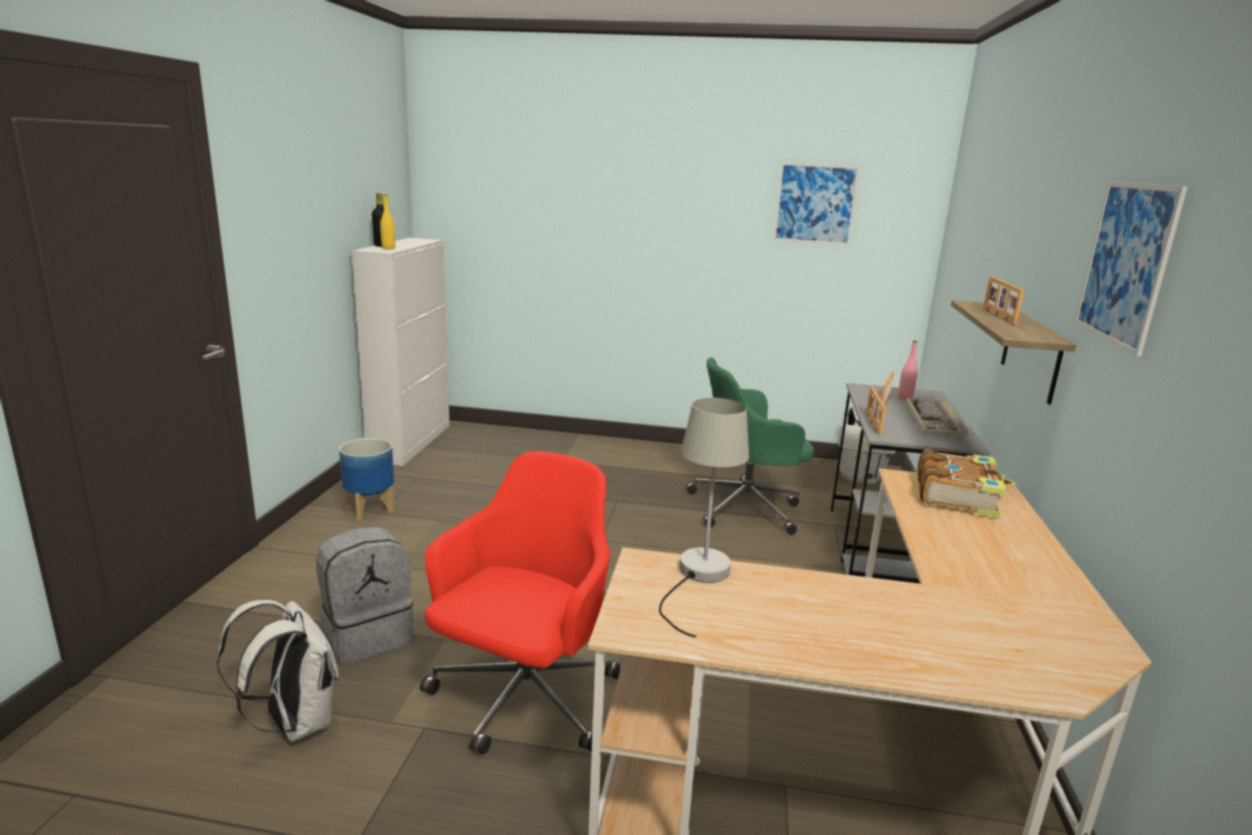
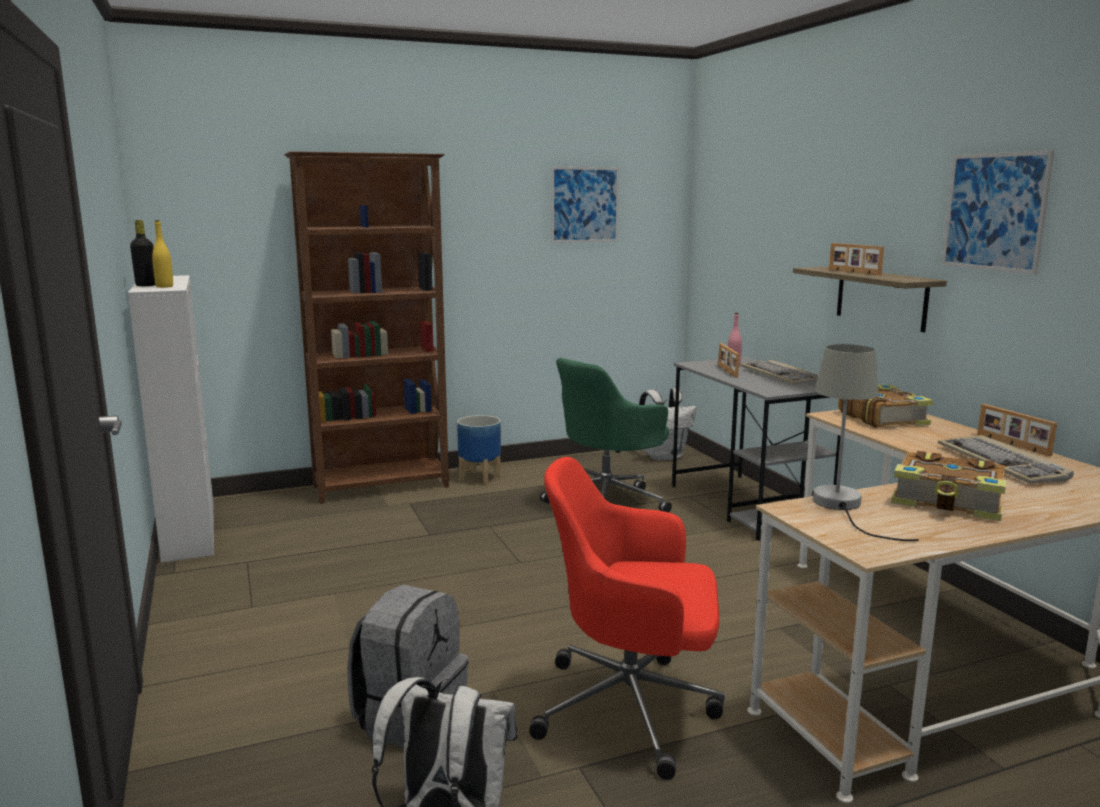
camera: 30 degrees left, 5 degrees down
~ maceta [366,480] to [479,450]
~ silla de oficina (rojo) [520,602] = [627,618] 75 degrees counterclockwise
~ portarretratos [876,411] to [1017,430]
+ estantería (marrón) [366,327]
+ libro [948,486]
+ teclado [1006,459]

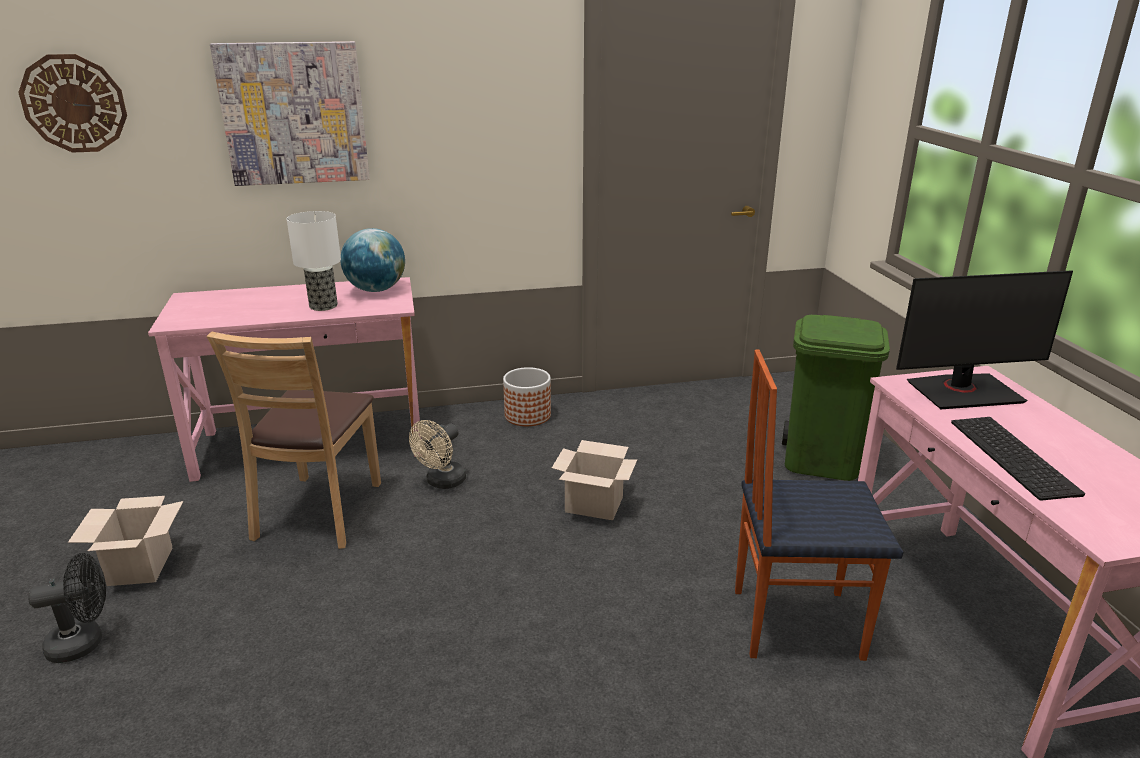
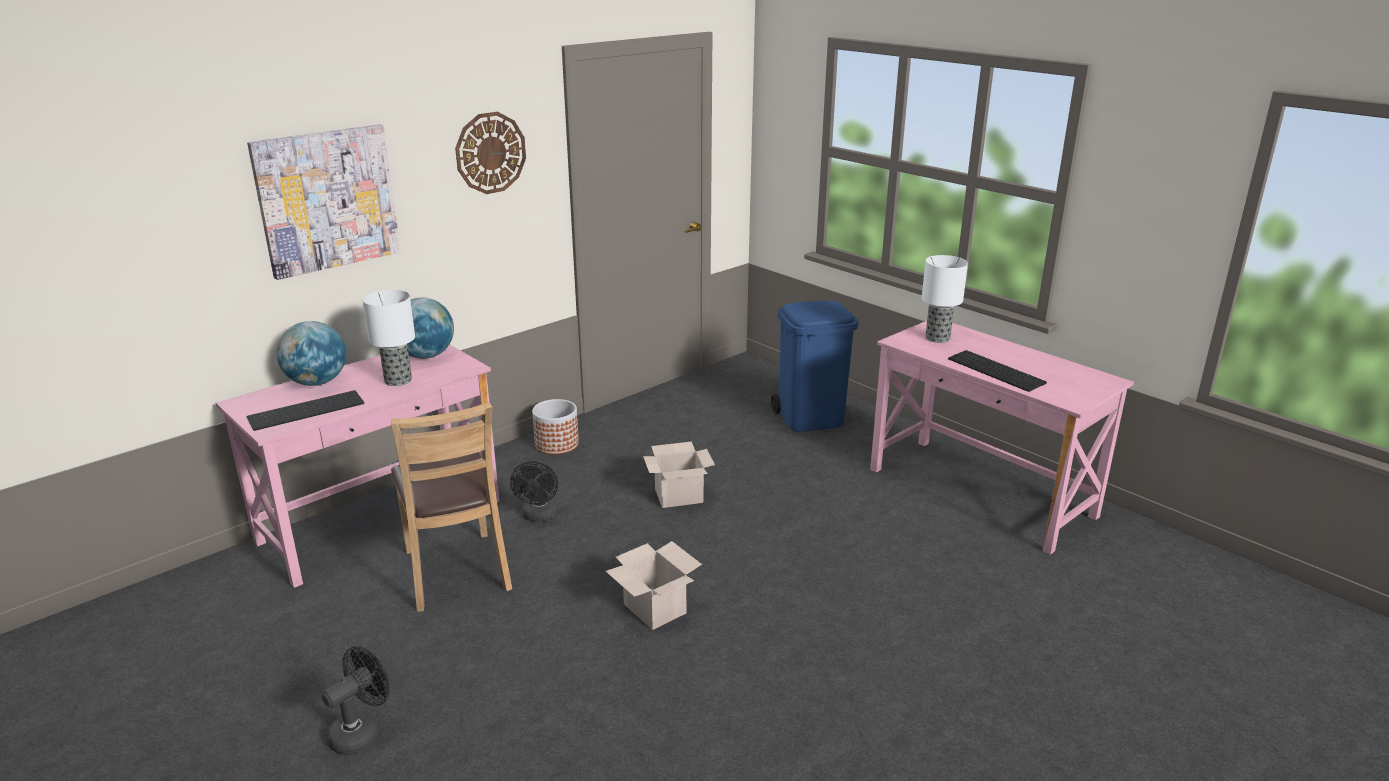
camera: 30 degrees left, 0 degrees up
~ reloj de pared [72,103] to [490,153]
~ caja de cartón [125,541] to [653,585]
~ ventilador (beis) [437,454] to ventilador (negro) [534,491]
- silla [819,505]
~ papelera (verde) [836,398] to papelera (azul) [814,366]
~ monitor [984,339] to lámpara de mesa [945,299]
+ teclado [305,410]
+ globo terráqueo [311,353]

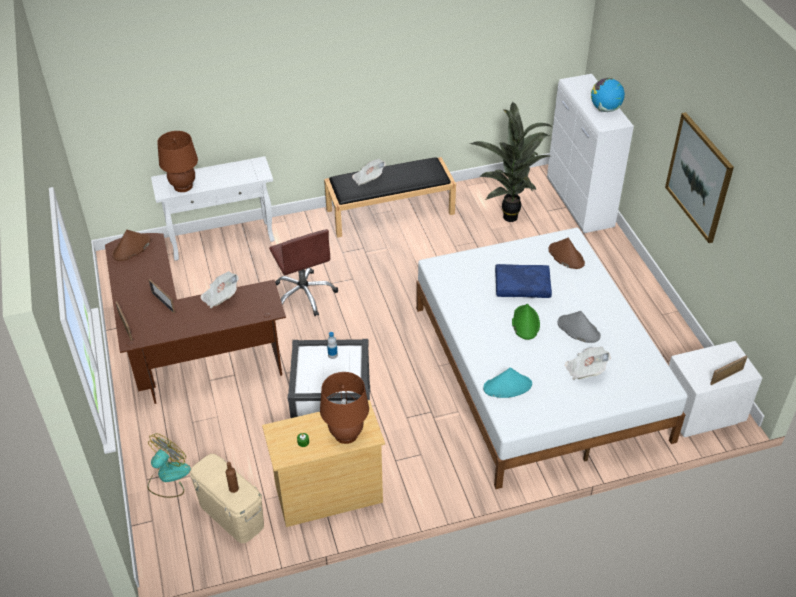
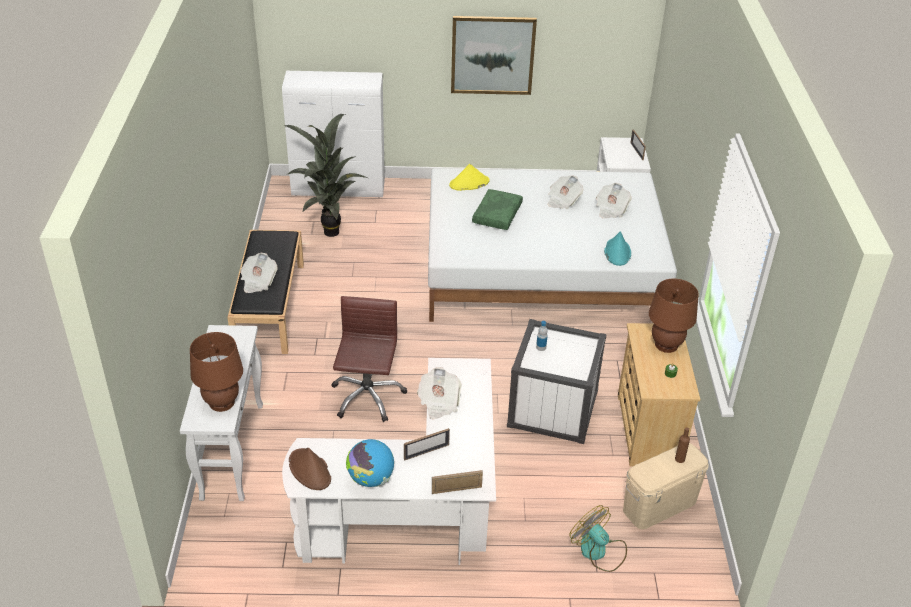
camera: 75 degrees left, 5 degrees down
~ escritorio (marrón) [195,318] to escritorio (blanco) [389,461]
~ silla de oficina (marrón) [303,272] = [369,359] 75 degrees counterclockwise
~ cojín (azul) [523,281] to cojín (verde) [497,209]
- sombrero (verde) [526,322]
~ sombrero (marrón) [566,253] to sombrero (amarillo) [469,177]
~ sombrero (gris) [579,327] to periódico [565,192]
~ globo terráqueo [608,95] to [370,463]

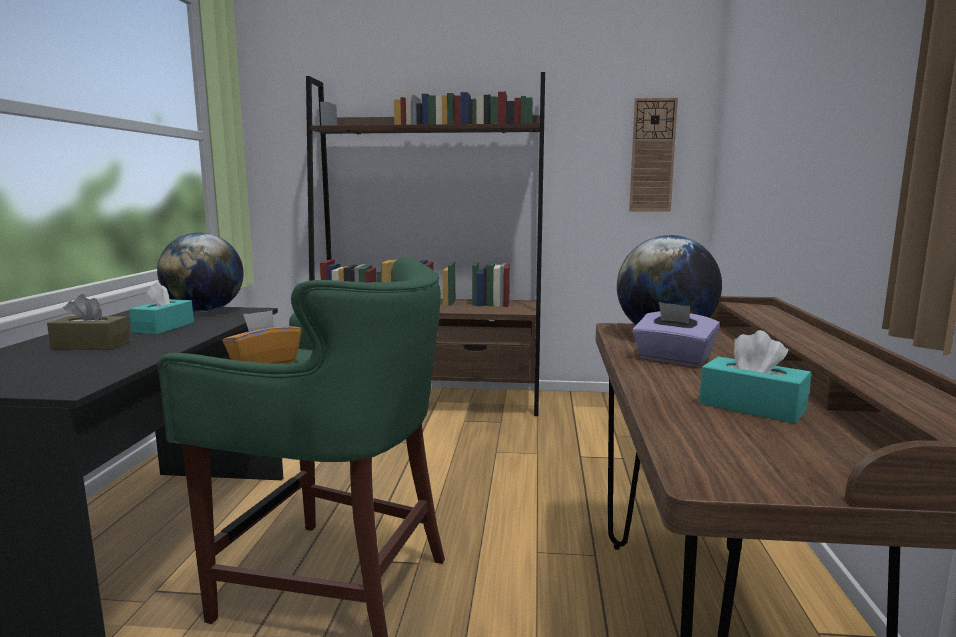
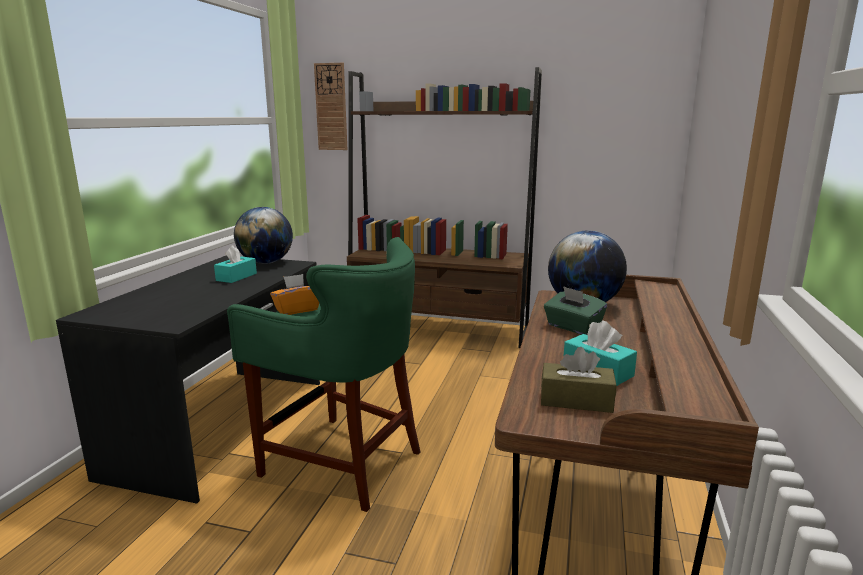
camera: 10 degrees right, 5 degrees up
~ caja de pañuelos (marrón) [88,322] to [578,380]
~ reloj de pared [653,155] to [330,106]
~ caja de pañuelos (morado) [676,334] to caja de pañuelos (verde) [575,310]

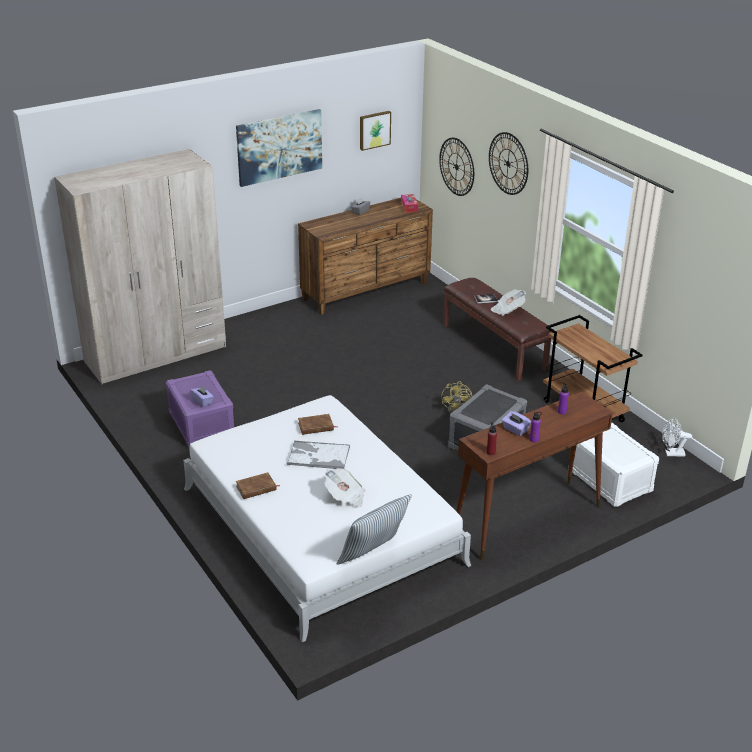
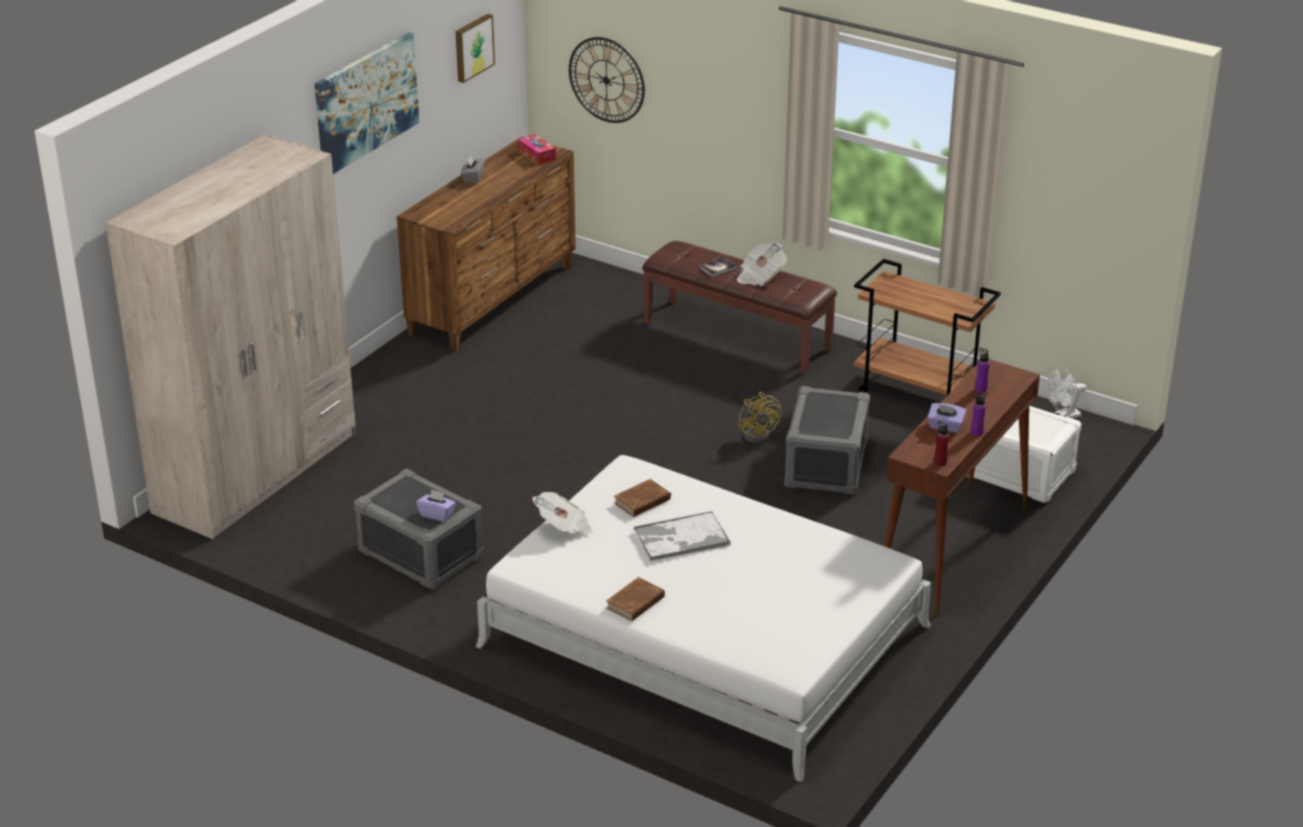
camera: 25 degrees left, 0 degrees up
~ caja de almacenaje (morado) [200,409] to caja de almacenaje (gris) [419,529]
~ periódico [345,487] to [563,513]
- cojín [374,529]
- reloj de pared [508,163]

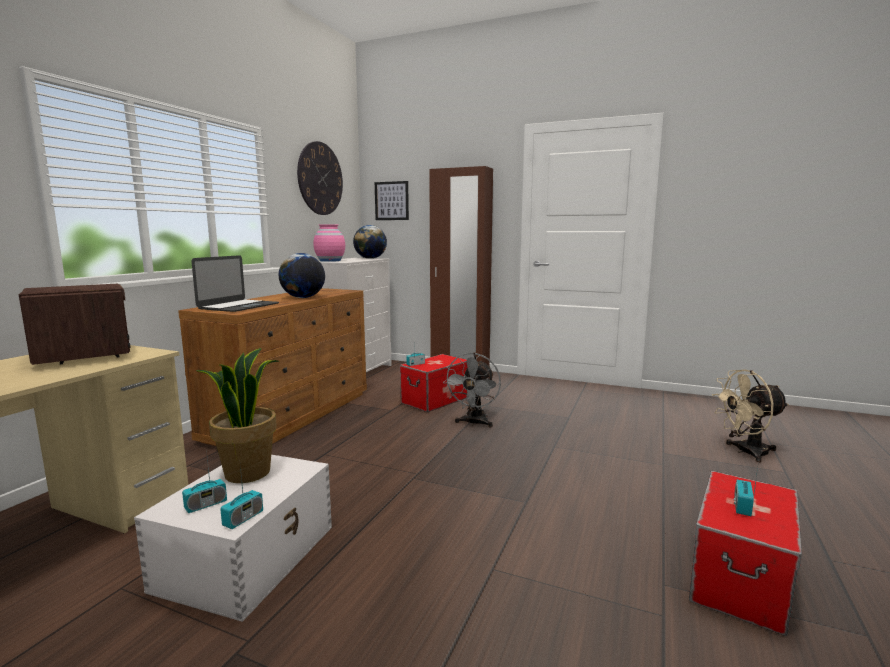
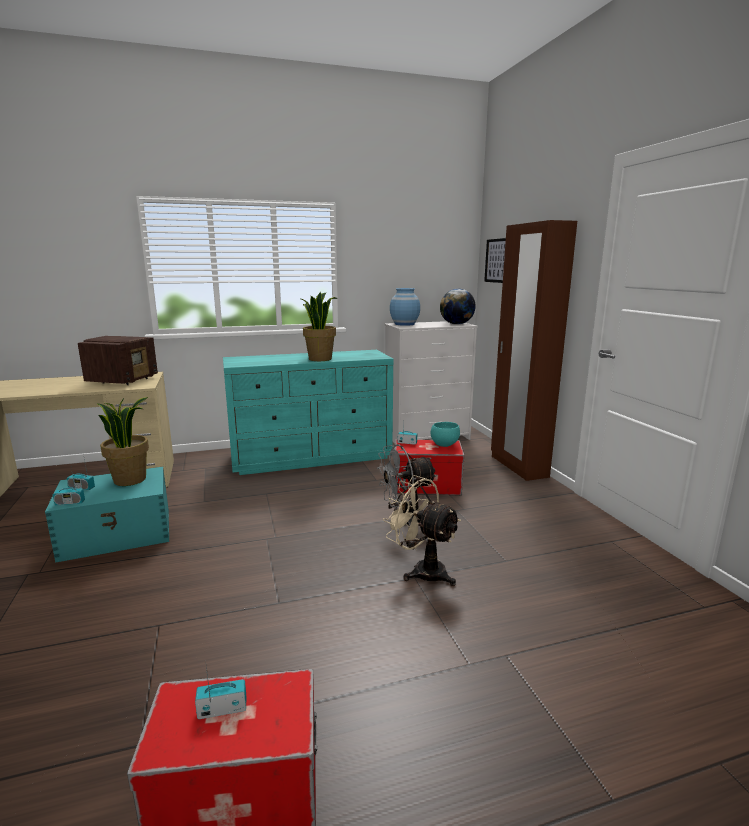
camera: 50 degrees right, 5 degrees up
~ caja de almacenaje (blanco) [233,538] to caja de almacenaje (turquesa) [107,515]
~ cómoda (marrón) [272,367] to cómoda (turquesa) [308,412]
- portátil [235,283]
~ globo terráqueo [302,275] to planta en maceta [319,326]
- reloj de pared [320,178]
~ florero (rosa) [329,243] to florero (azul) [405,307]
~ ventilador (beis) [750,415] to [422,530]
+ cuenco (turquesa) [445,434]

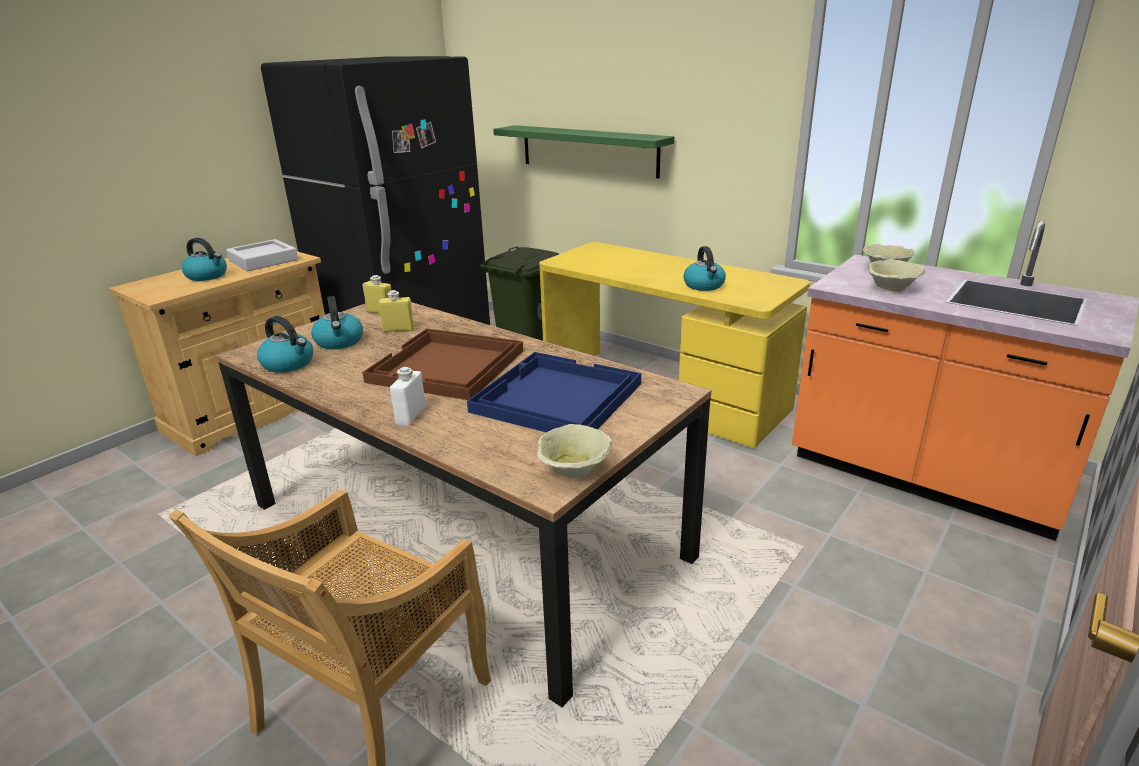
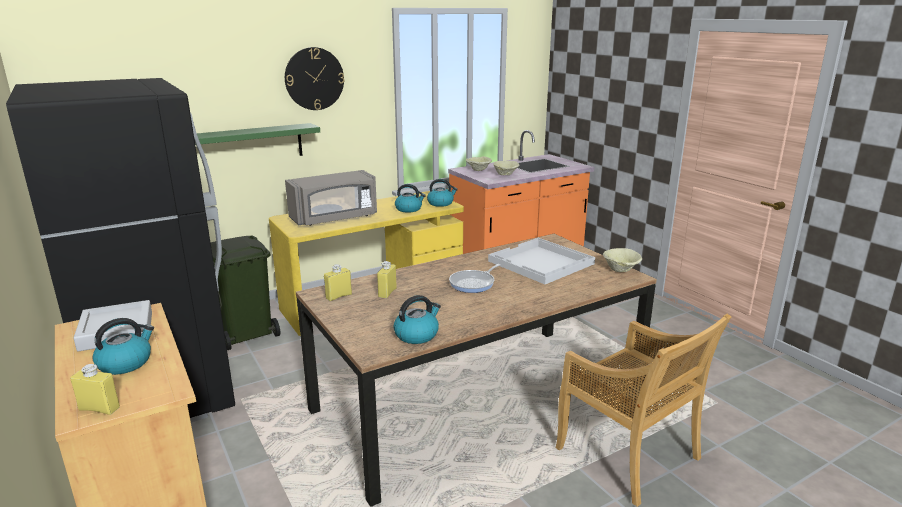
camera: 70 degrees left, 5 degrees down
~ hervidor [337,322] to [442,193]
~ bandeja (marrón) [442,364] to sartén [475,278]
- botella (blanco) [408,396]
~ bandeja (azul) [554,392] to bandeja (blanco) [541,261]
+ botella (amarillo) [95,389]
+ reloj de pared [314,78]
+ microondas (gris) [331,198]

